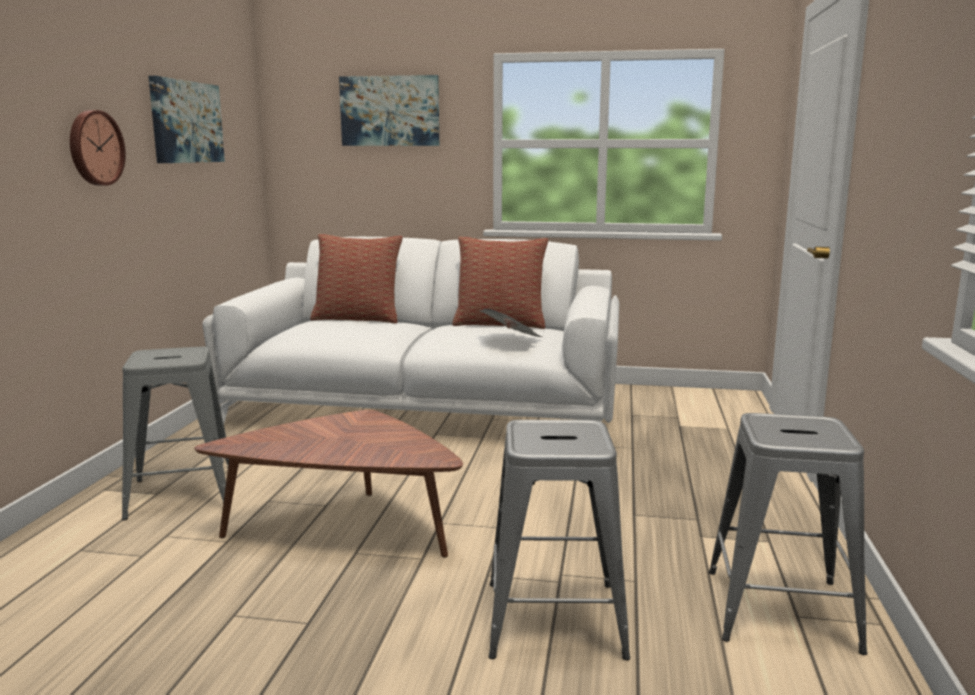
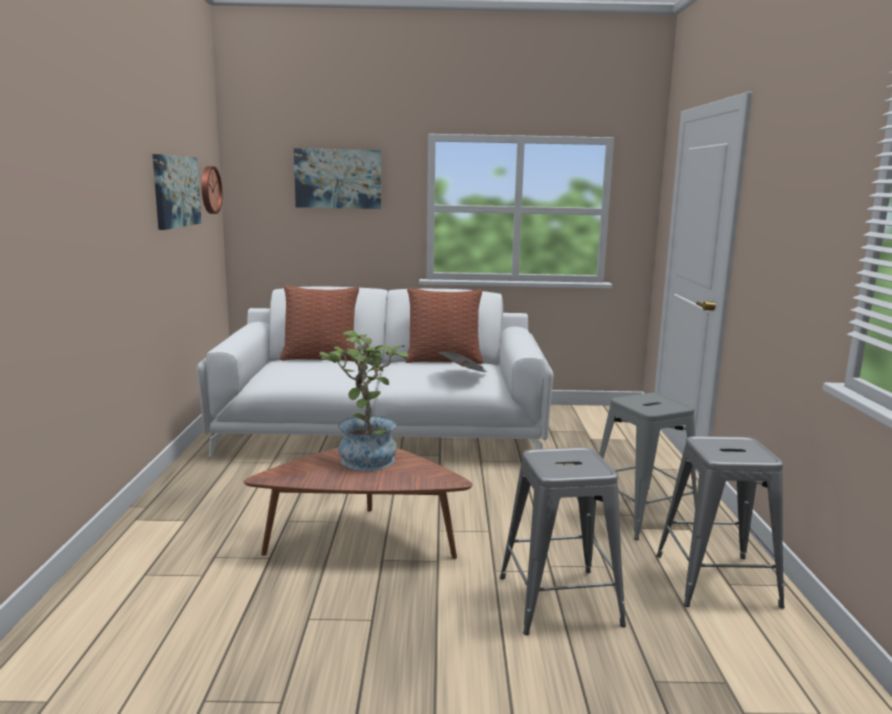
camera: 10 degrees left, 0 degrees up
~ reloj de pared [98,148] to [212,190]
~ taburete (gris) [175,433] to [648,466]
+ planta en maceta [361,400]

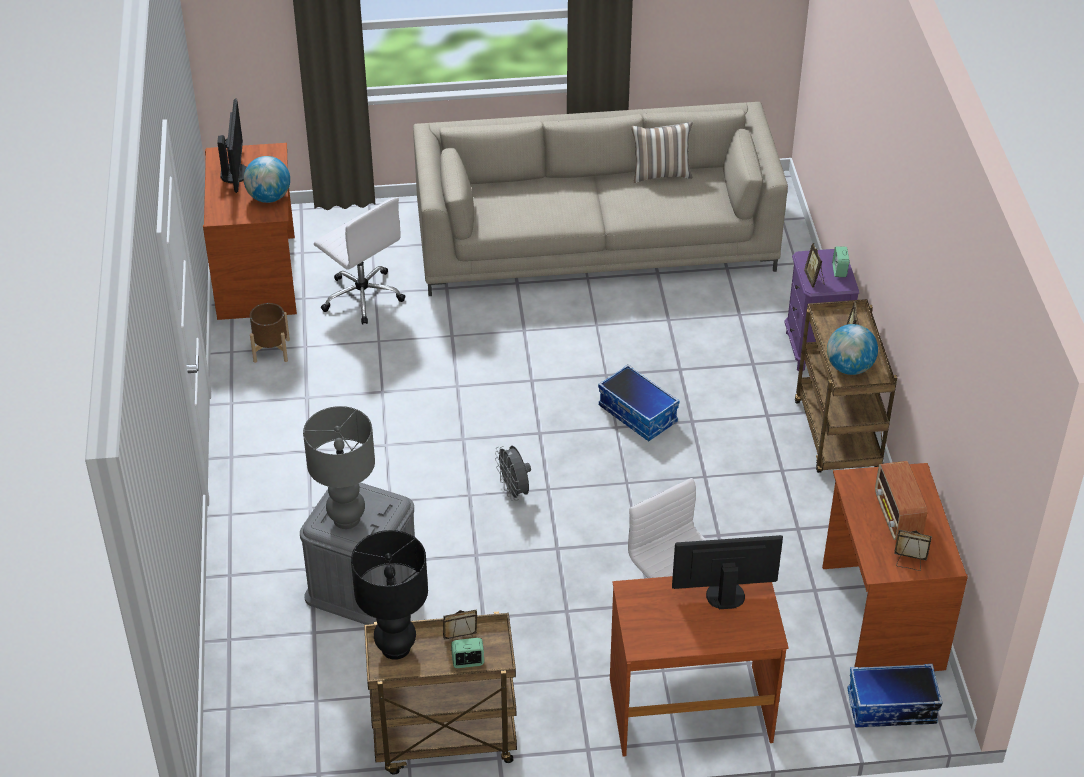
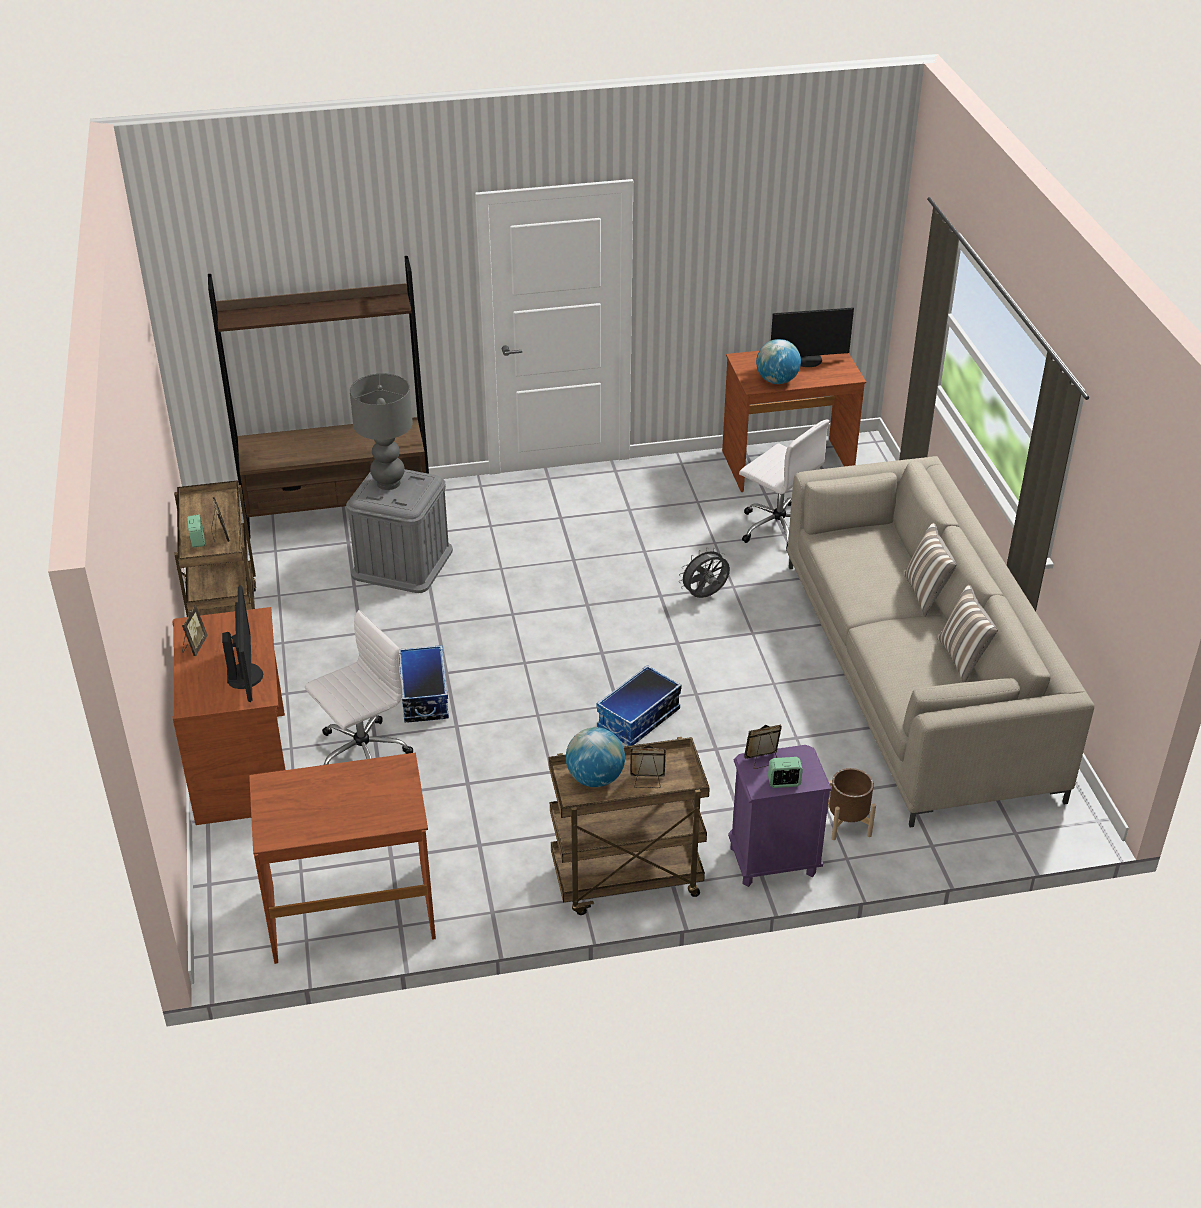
camera: 85 degrees right, 5 degrees down
~ maceta (marrón) [270,333] to [851,804]
~ silla de oficina (blanco) [360,261] = [784,485] 90 degrees counterclockwise
- lámpara de mesa (negro) [389,595]
~ ventilador (gris) [513,473] to [704,572]
~ caja de almacenaje [894,695] to [424,684]
- radio [901,500]
~ portarretratos [913,550] to [195,630]
+ estantería (marrón) [318,397]
+ cojín [930,570]

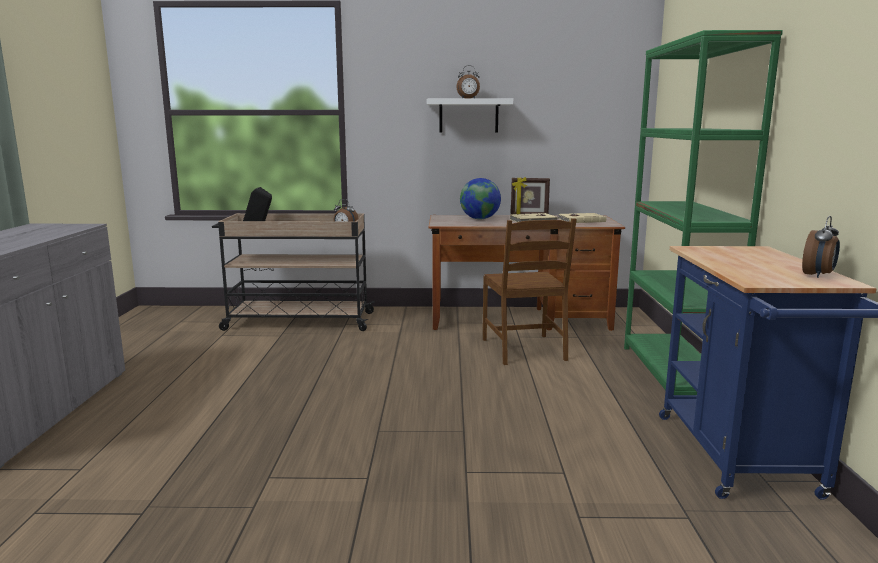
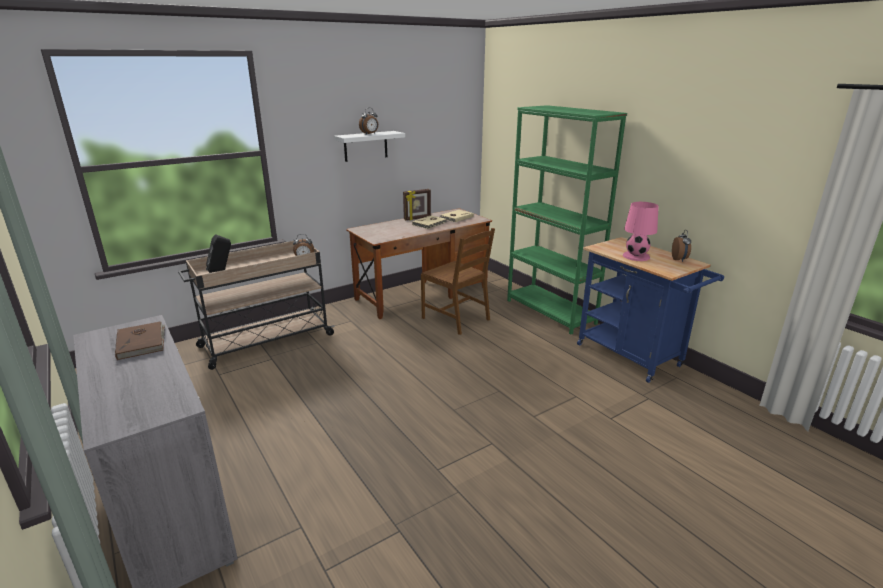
camera: 35 degrees left, 10 degrees up
- globo terráqueo [480,198]
+ libro (marrón) [140,340]
+ lámpara de mesa (rosa) [641,231]

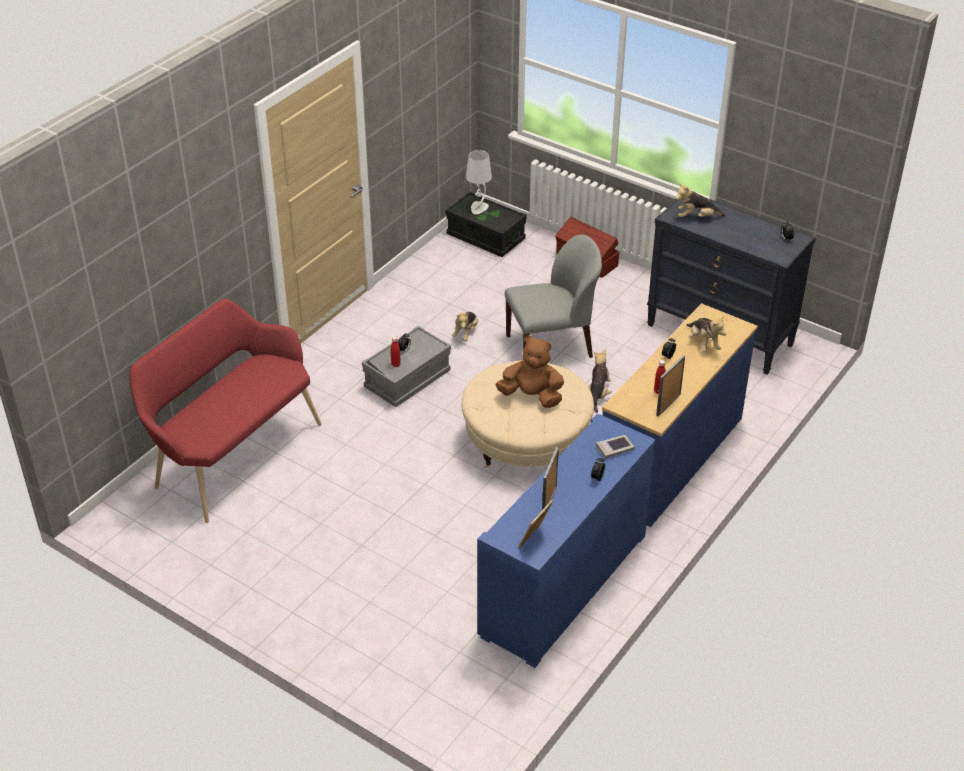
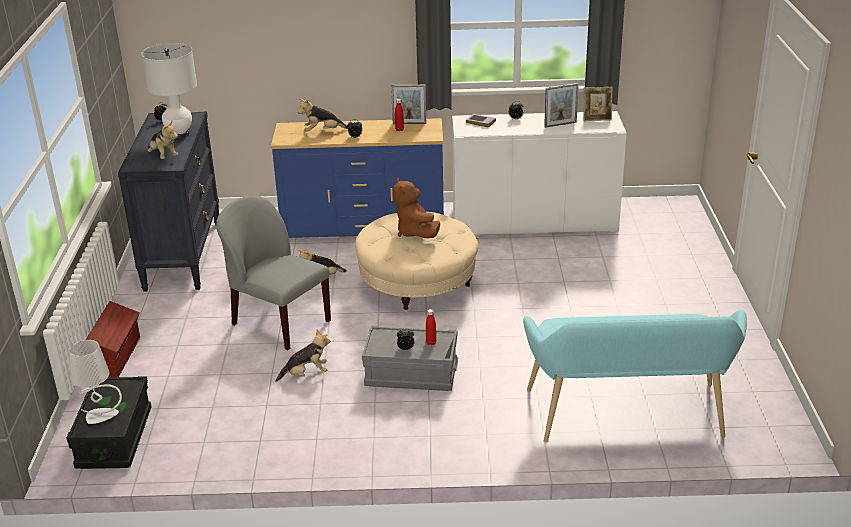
camera: 125 degrees left, 10 degrees down
~ banco (rojo) [225,411] to banco (turquesa) [635,376]
~ armario (azul) [566,541] to armario (blanco) [539,173]
~ peluche [706,334] = [323,114] 135 degrees counterclockwise
+ lámpara de mesa (blanco) [169,91]

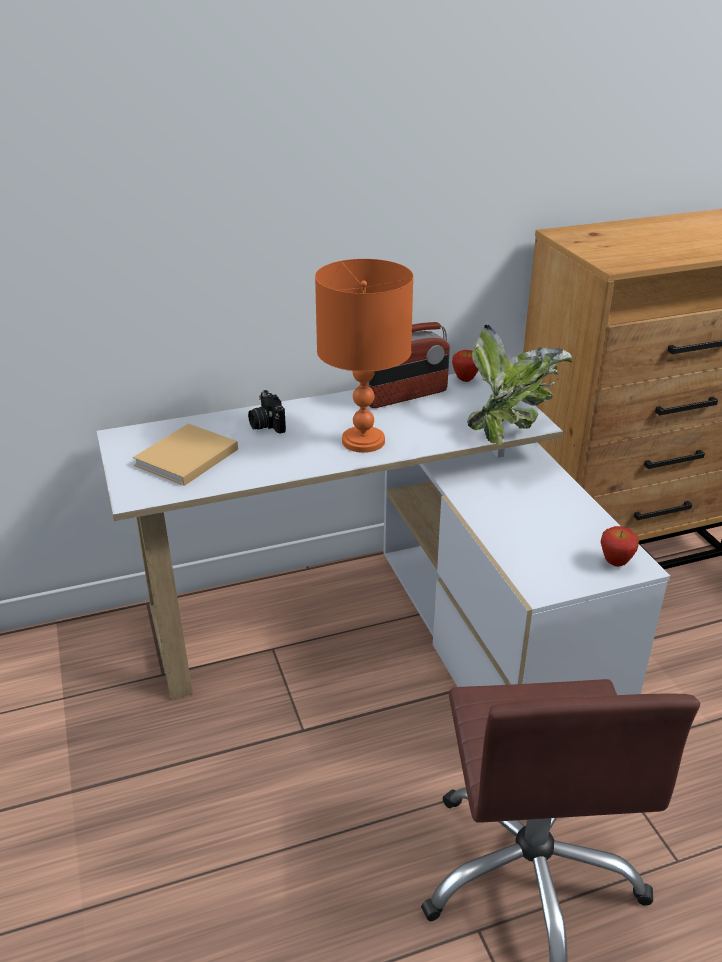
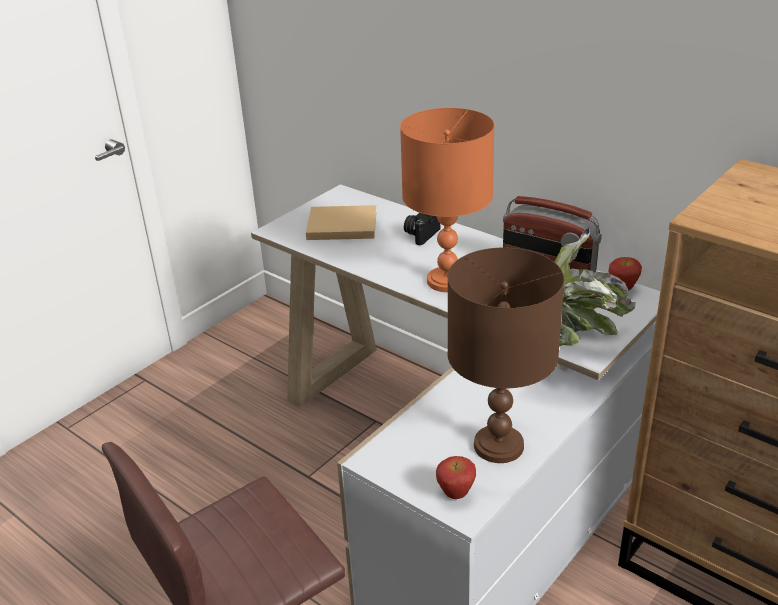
camera: 60 degrees right, 0 degrees up
+ lámpara de mesa (marrón) [506,355]

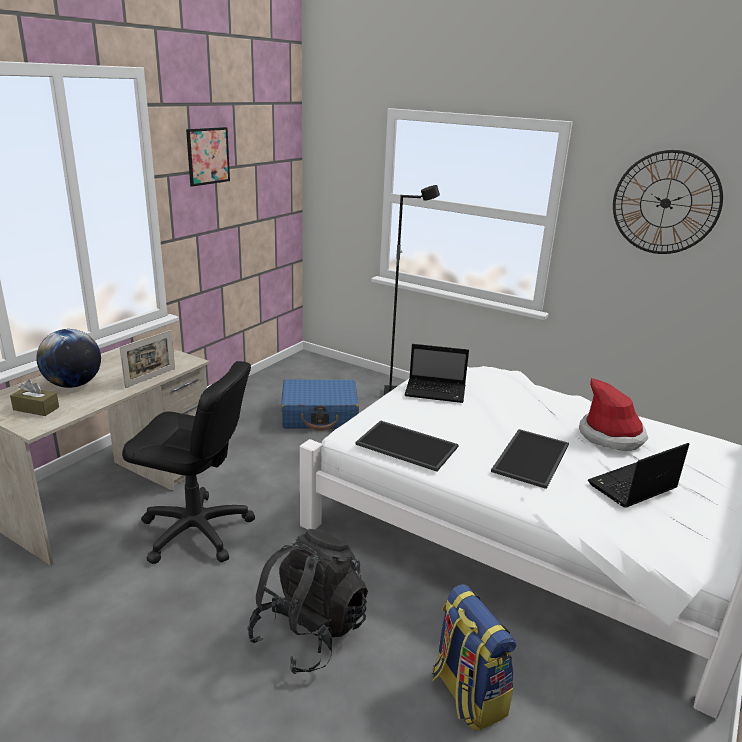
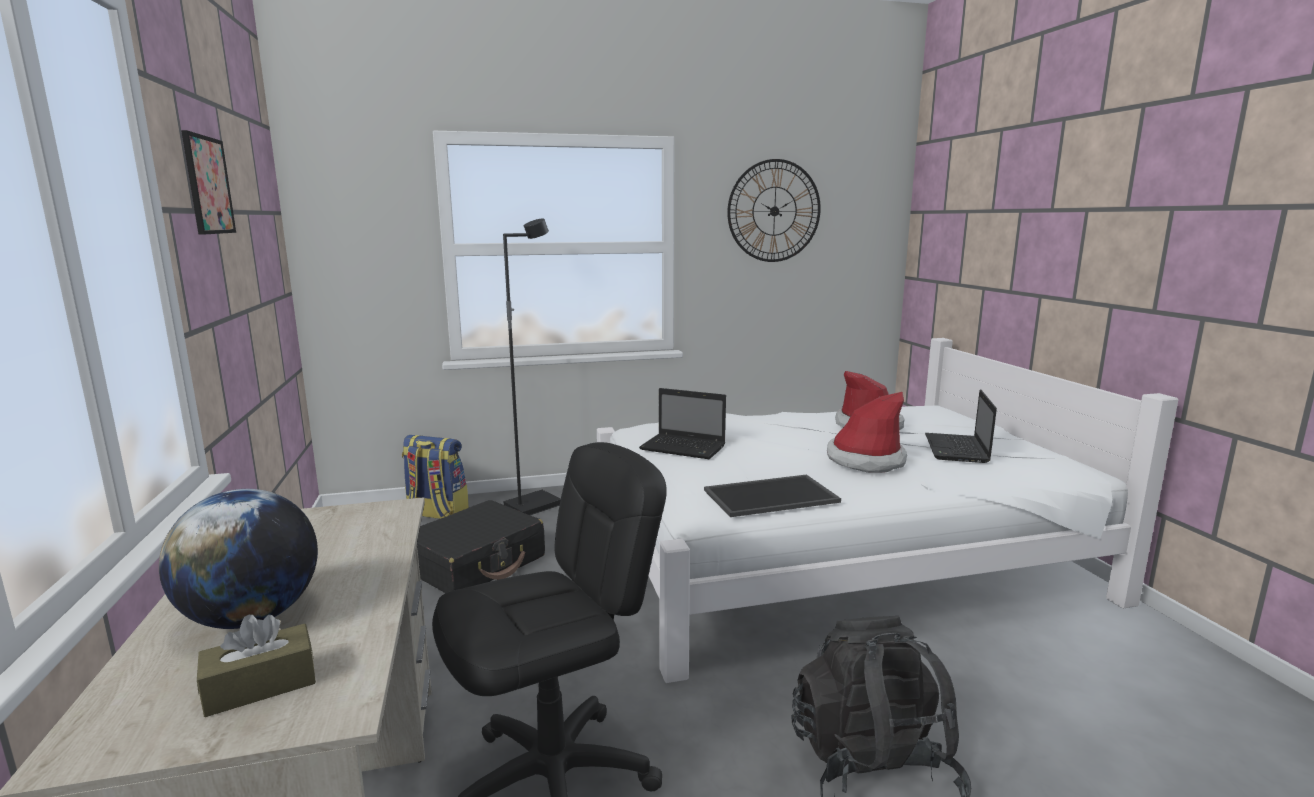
camera: 45 degrees left, 10 degrees down
- portarretratos [147,359]
~ maleta (azul) [320,405] to maleta (negro) [481,546]
~ portátil [437,373] = [682,423] 60 degrees clockwise
~ mochila [474,658] to [435,477]
~ bandeja [530,459] to sombrero [867,432]

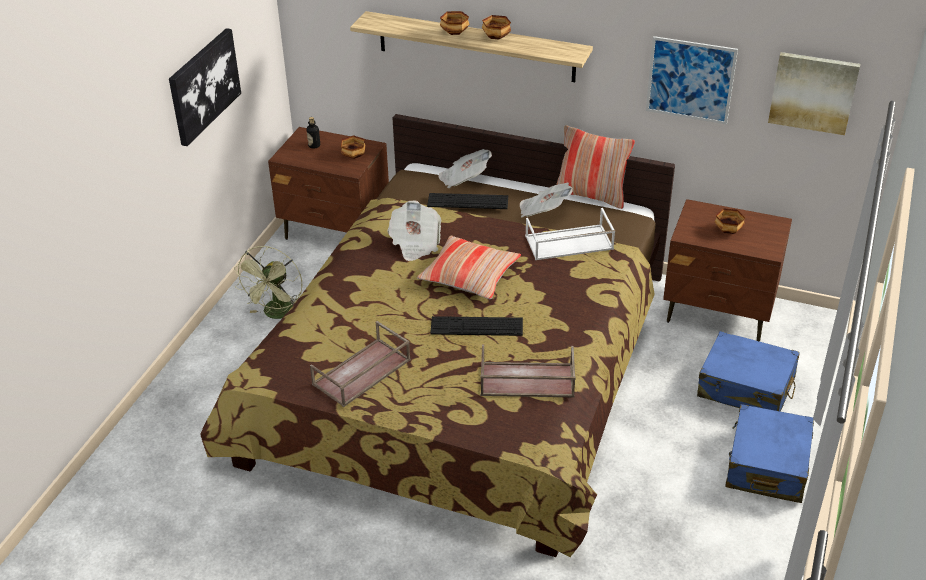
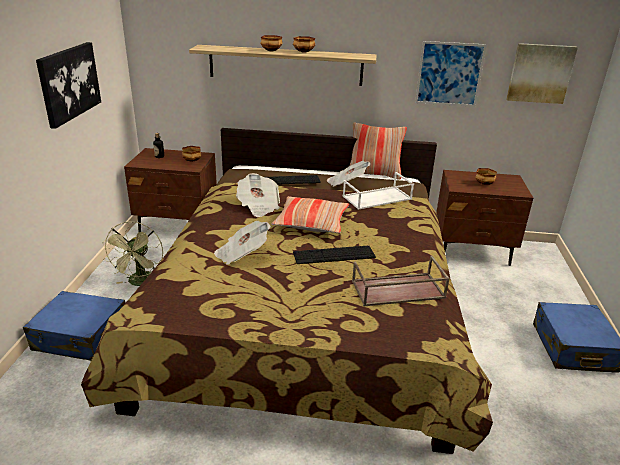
camera: 15 degrees left, 10 degrees down
- bandeja (marrón) [360,364]
~ periódico [465,168] to [242,243]
~ maleta (azul) [748,371] to [74,326]

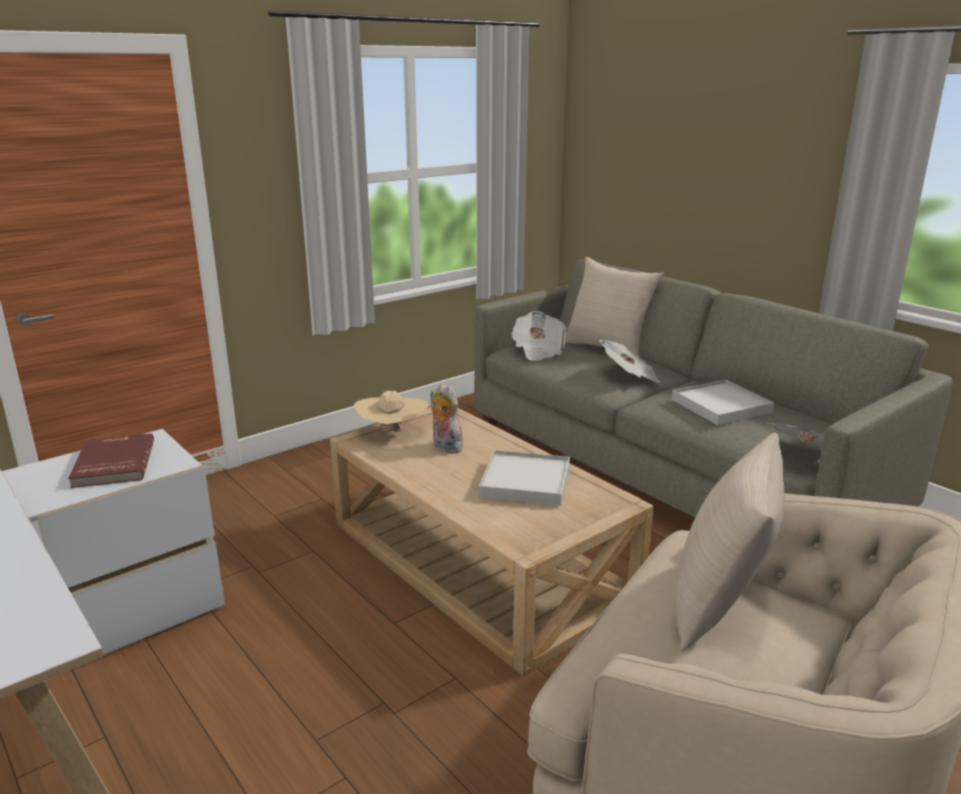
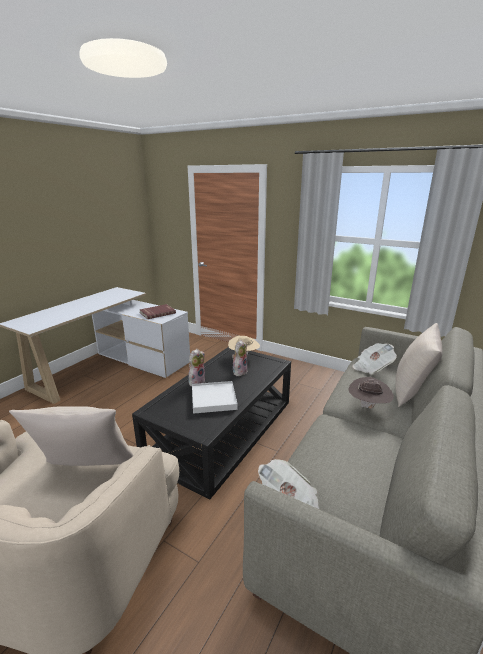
camera: 70 degrees right, 0 degrees up
~ mesa de centro (beis) [492,541] to mesa de centro (negro) [211,423]
~ periódico [629,361] to sombrero (marrón) [371,393]
- bandeja (blanco) [723,402]
+ peluche [196,368]

